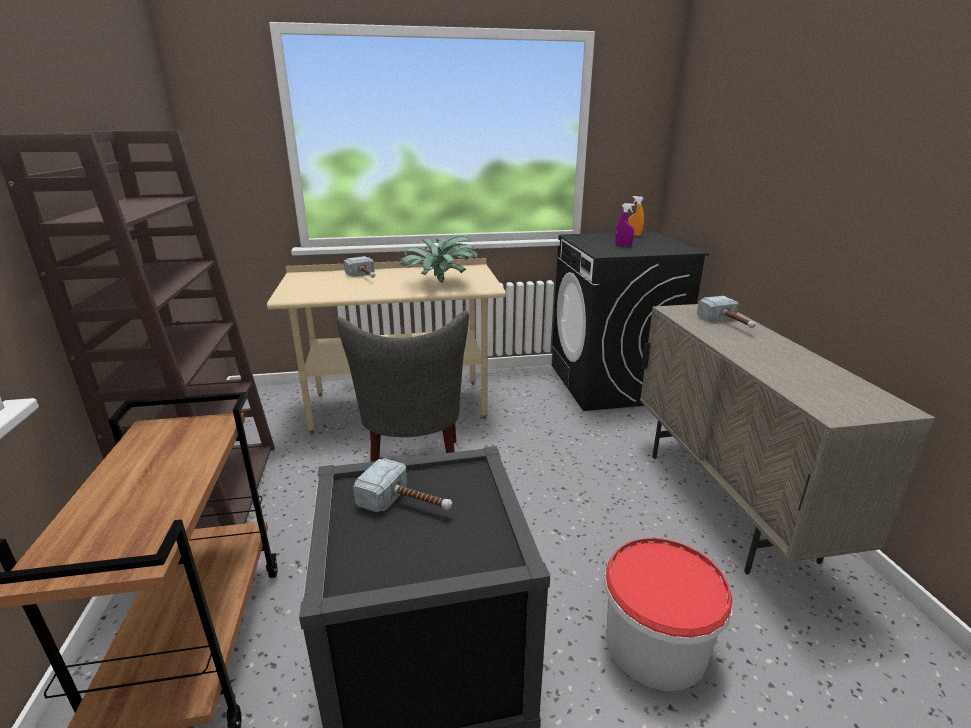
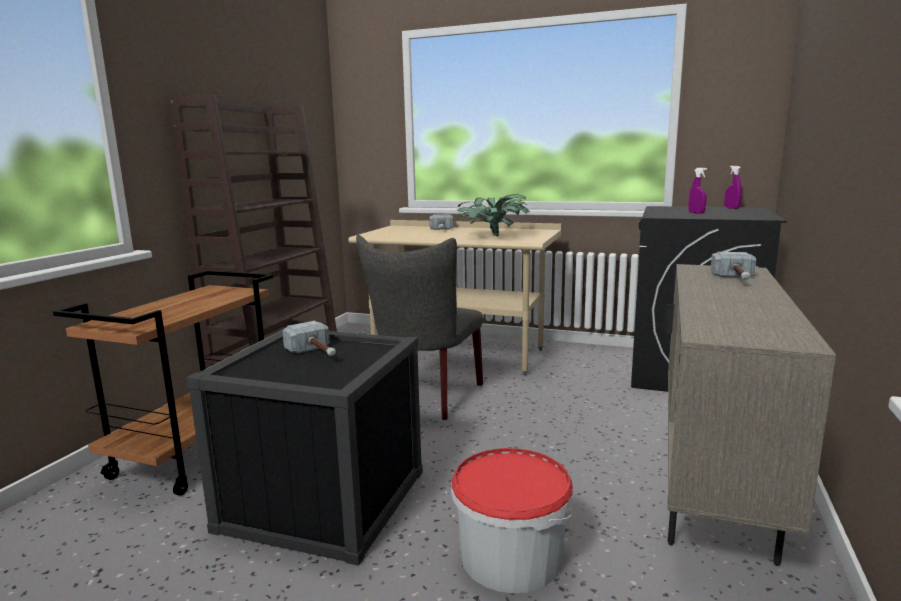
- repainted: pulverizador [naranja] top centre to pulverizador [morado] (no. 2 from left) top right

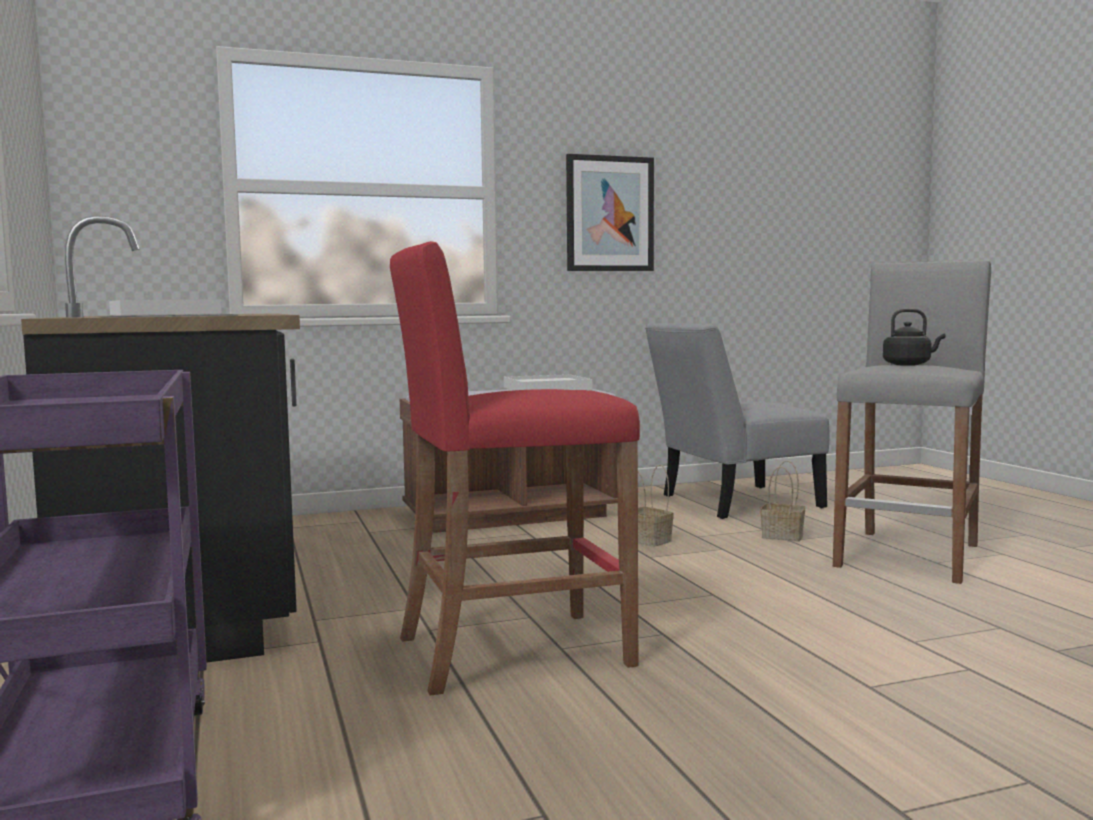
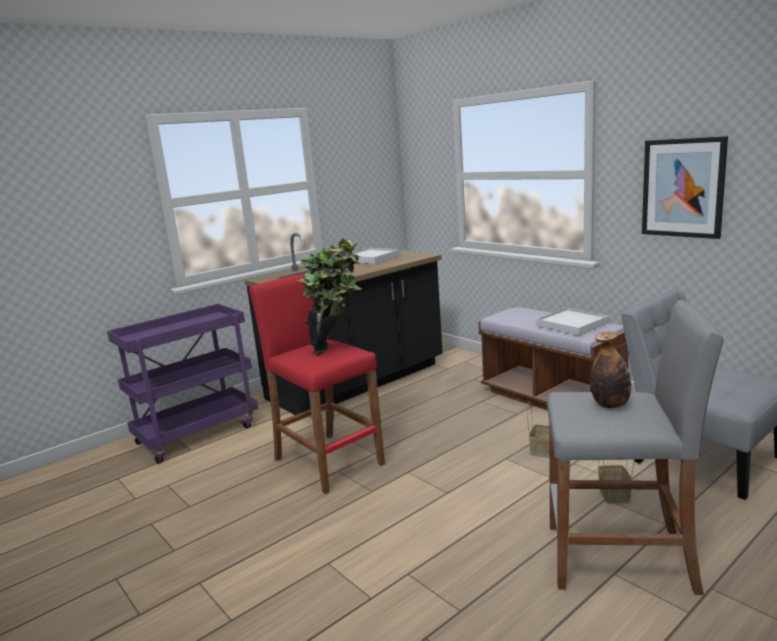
- swapped: hervidor [negro] middle right to botella middle right
- new: planta en maceta centre

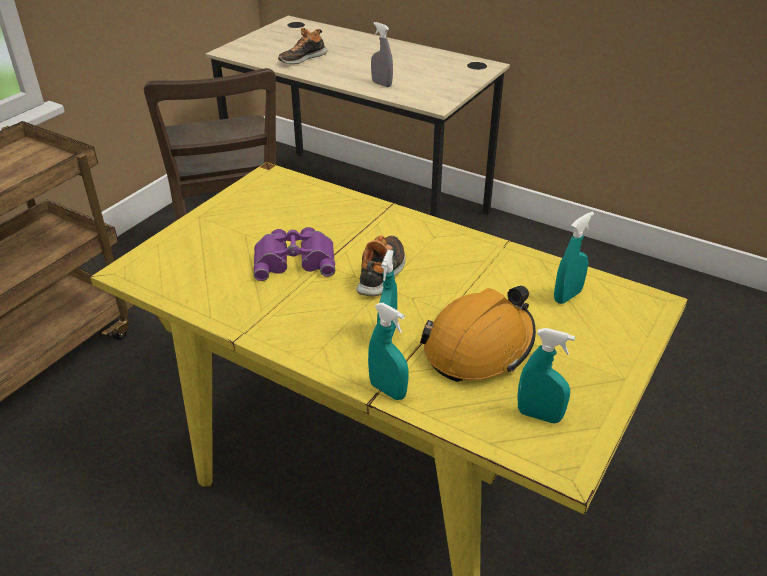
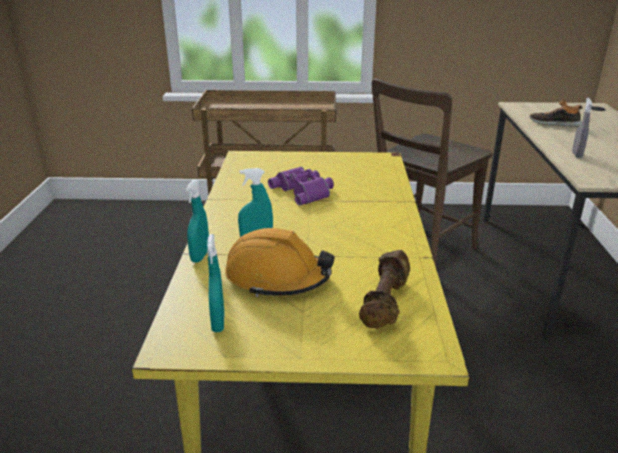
- swapped: pulverizador [turquesa] (no. 4 from left) middle right to mancuerna [marrón] centre
- gone: zapato (no. 2 from left) centre

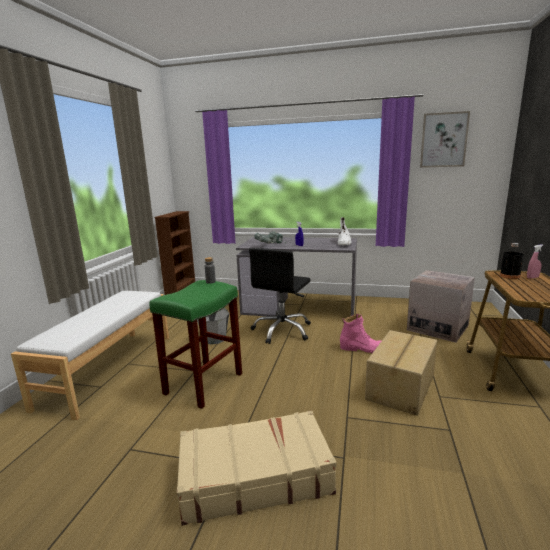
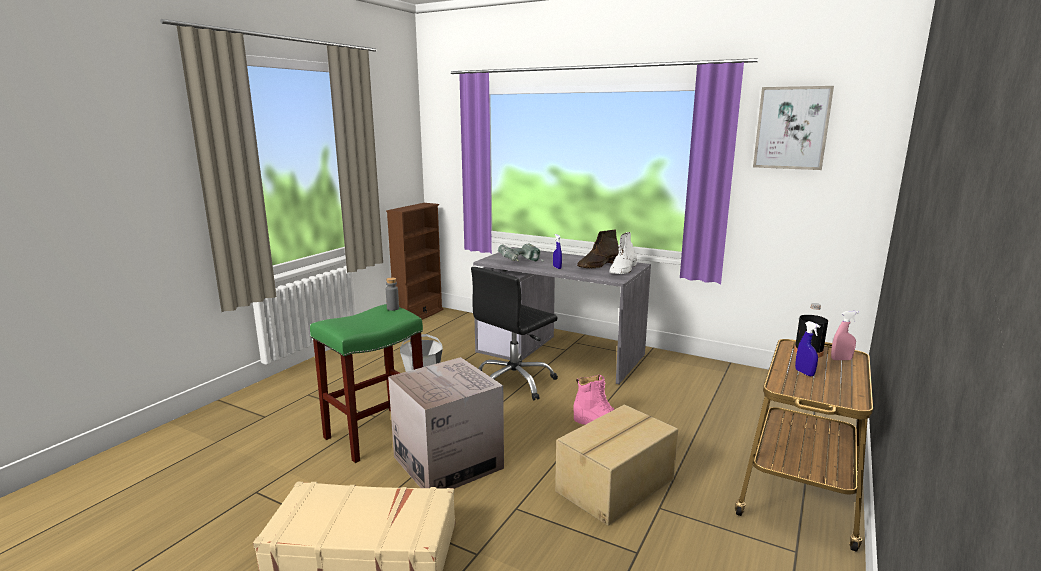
- shifted: caja de cartón (no. 2 from left in the first image) middle right to caja de cartón (no. 1 from left) bottom centre
- gone: banco [blanco] middle left
- new: bota [marrón] centre
- new: pulverizador [azul] (no. 2 from left) middle right

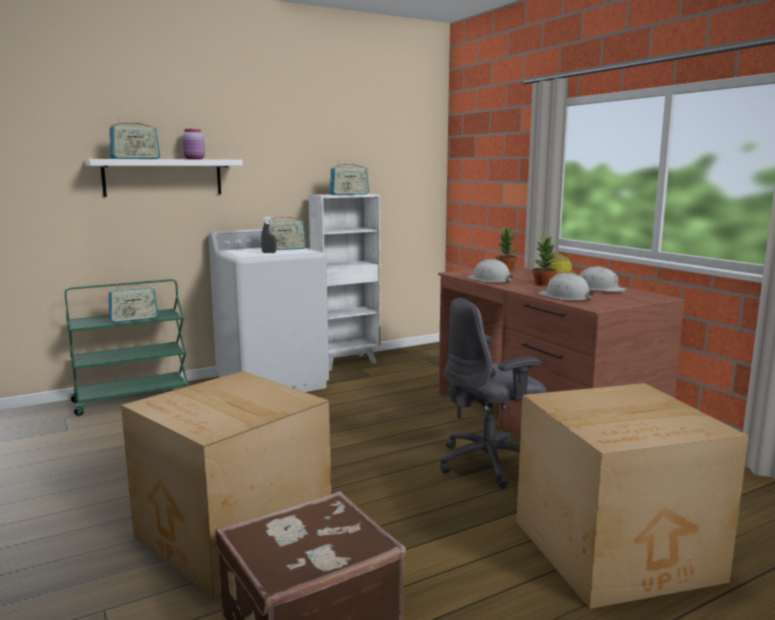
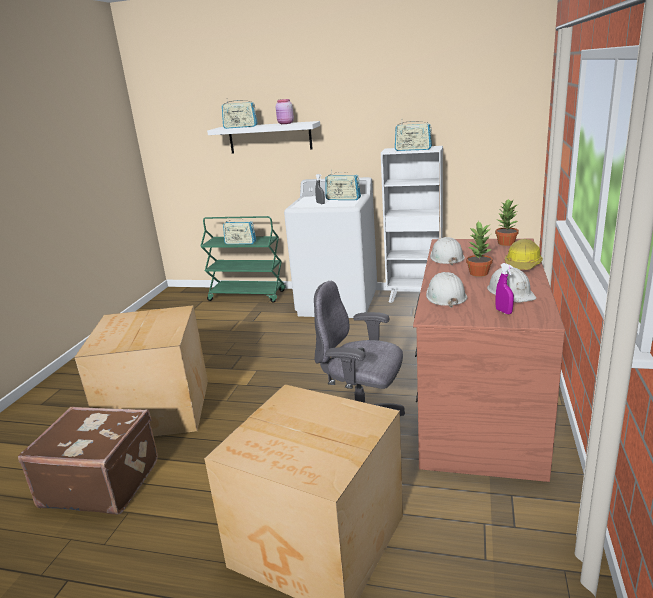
- new: pulverizador [morado] middle right

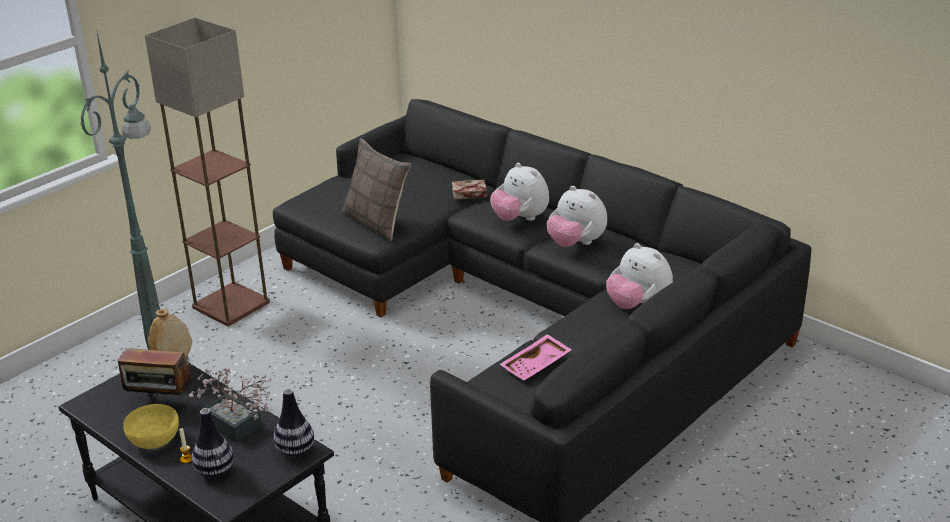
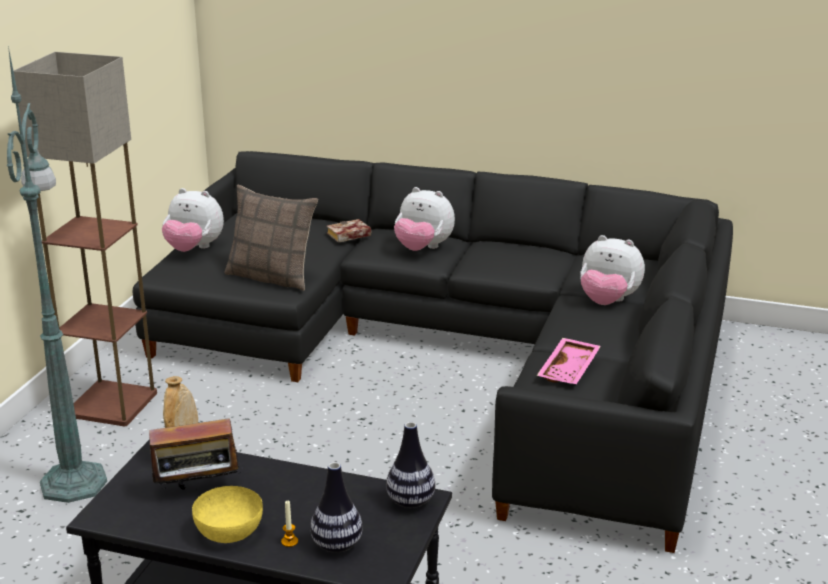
- shifted: peluche (no. 2 from left in the first image) centre to peluche (no. 1 from left) middle left
- gone: planta en maceta bottom left

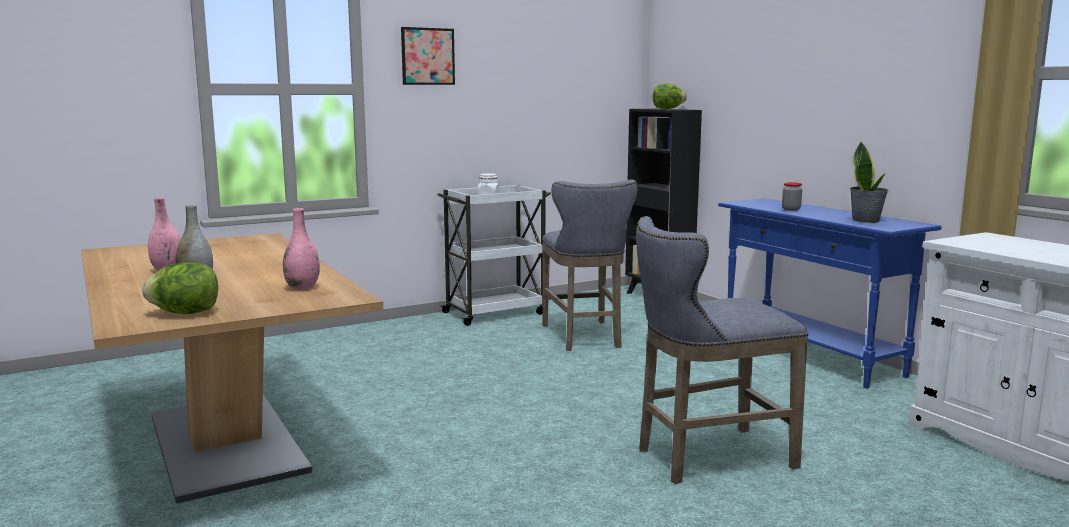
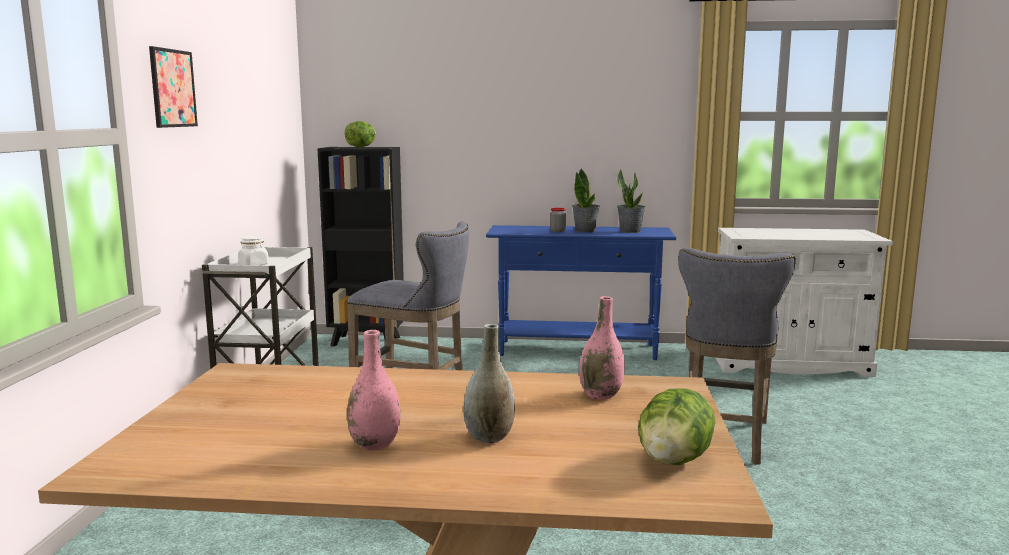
- new: planta en maceta (no. 1 from left) centre

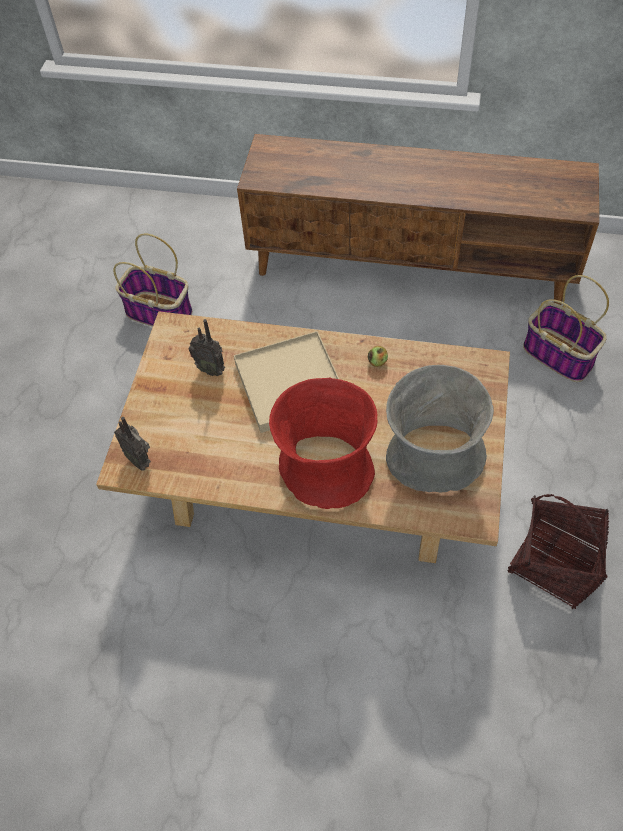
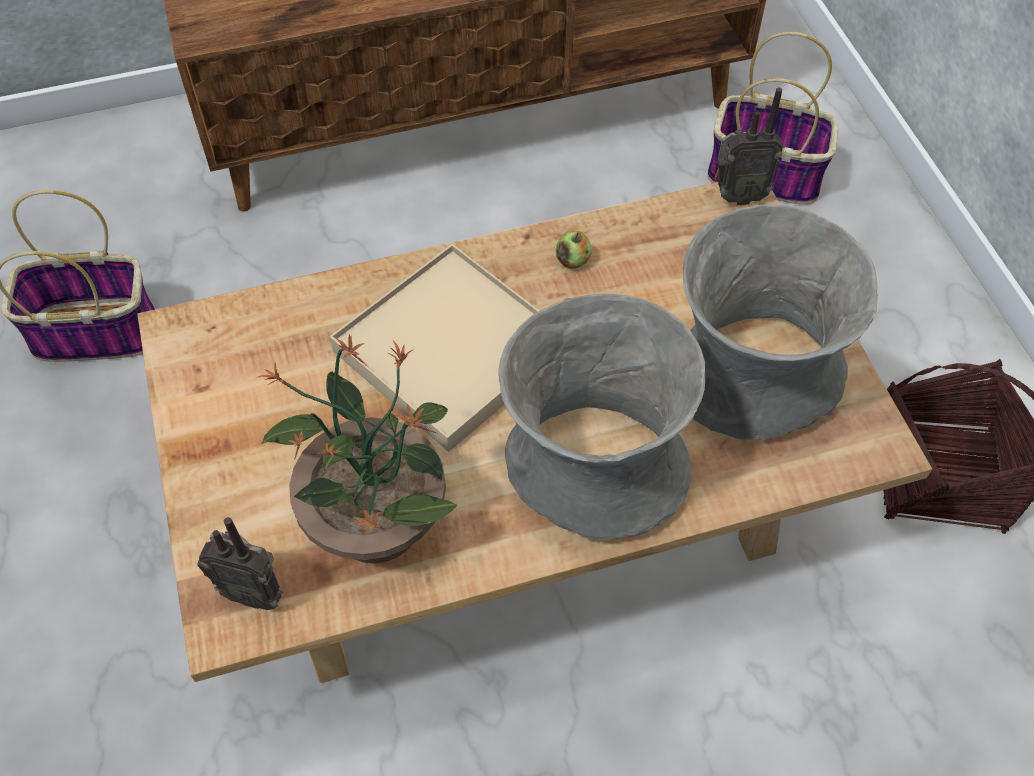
- shifted: radio (no. 2 from left) middle left to top right
- repainted: florero [rojo] centre to florero [gris] (no. 1 from left) centre
- new: planta en maceta centre

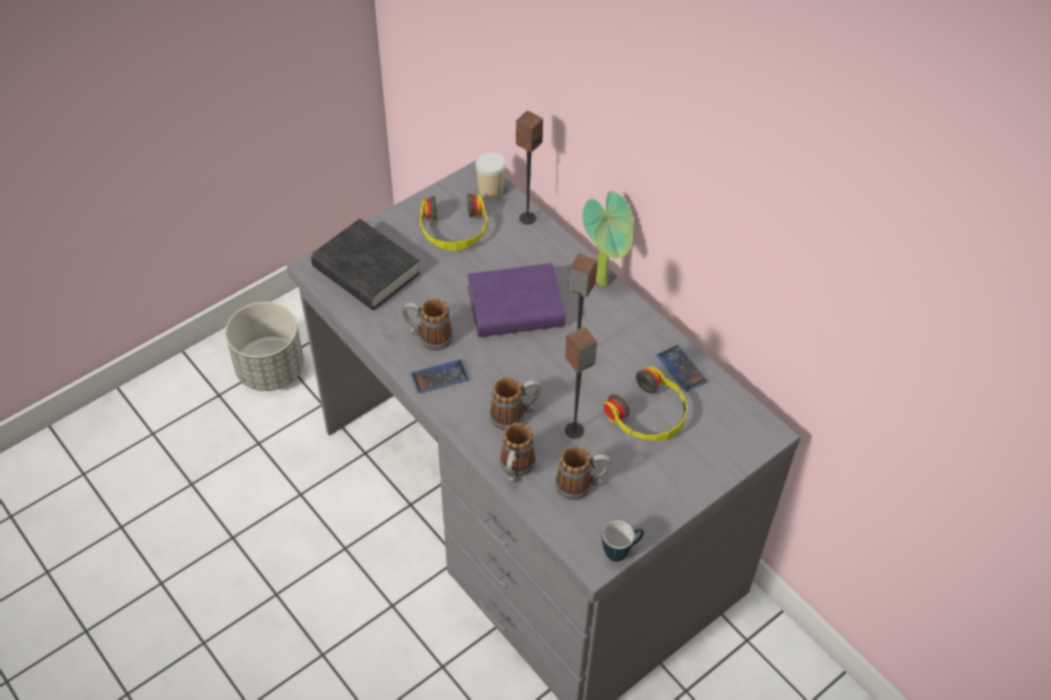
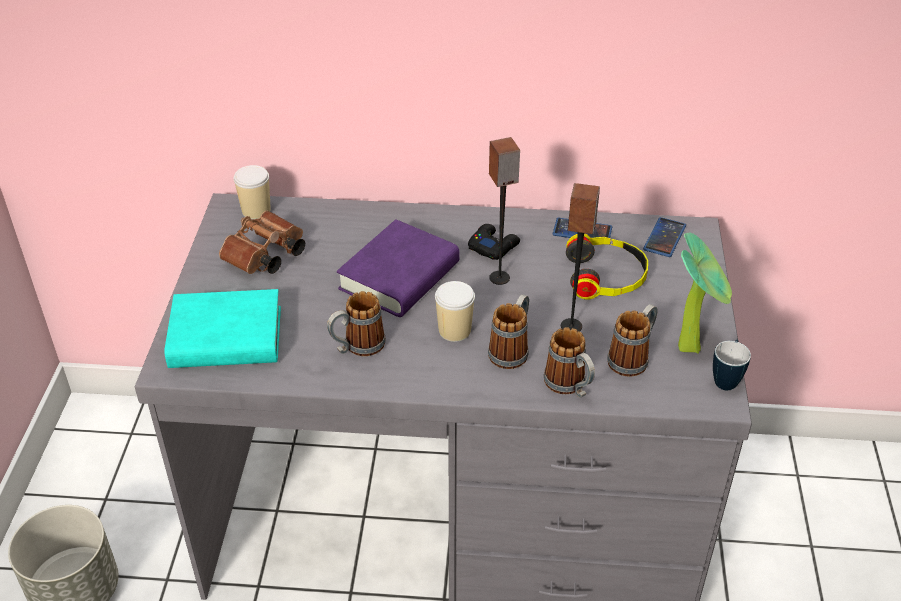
- gone: altavoz (no. 1 from left) top centre
- shifted: planta en maceta centre to middle right
- swapped: auriculares (no. 1 from left) top centre to prismáticos [marrón] middle left
- repainted: libro [negro] centre to libro [turquesa] middle left
- shifted: móvil (no. 1 from left in the first image) centre to móvil (no. 2 from left) middle right
- new: mando de consola [negro] centre
- new: taza (no. 2 from left) centre

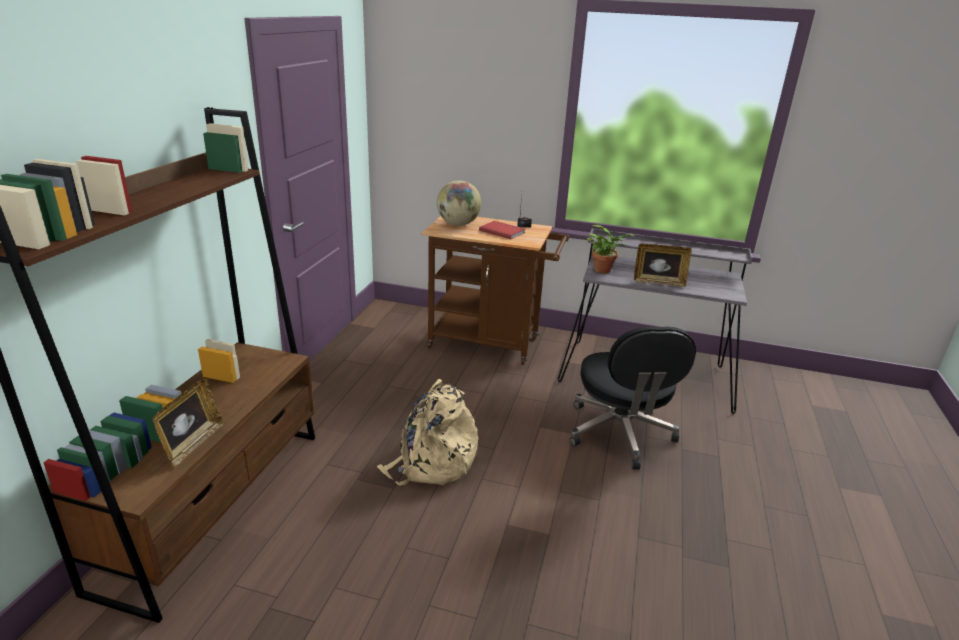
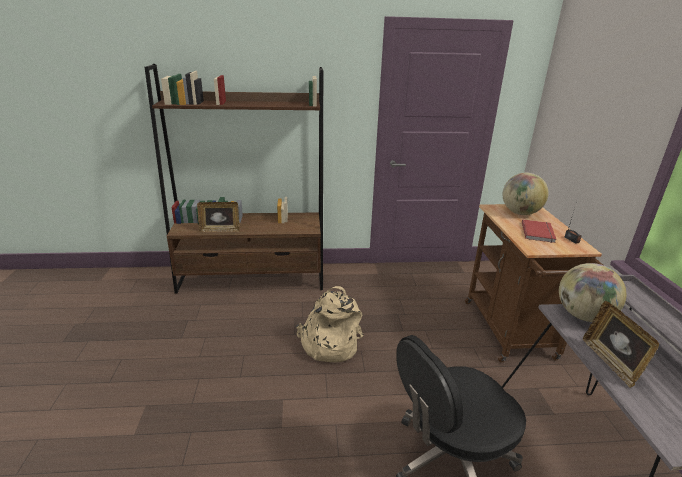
- swapped: planta en maceta centre to globo terráqueo (no. 2 from left) middle right

